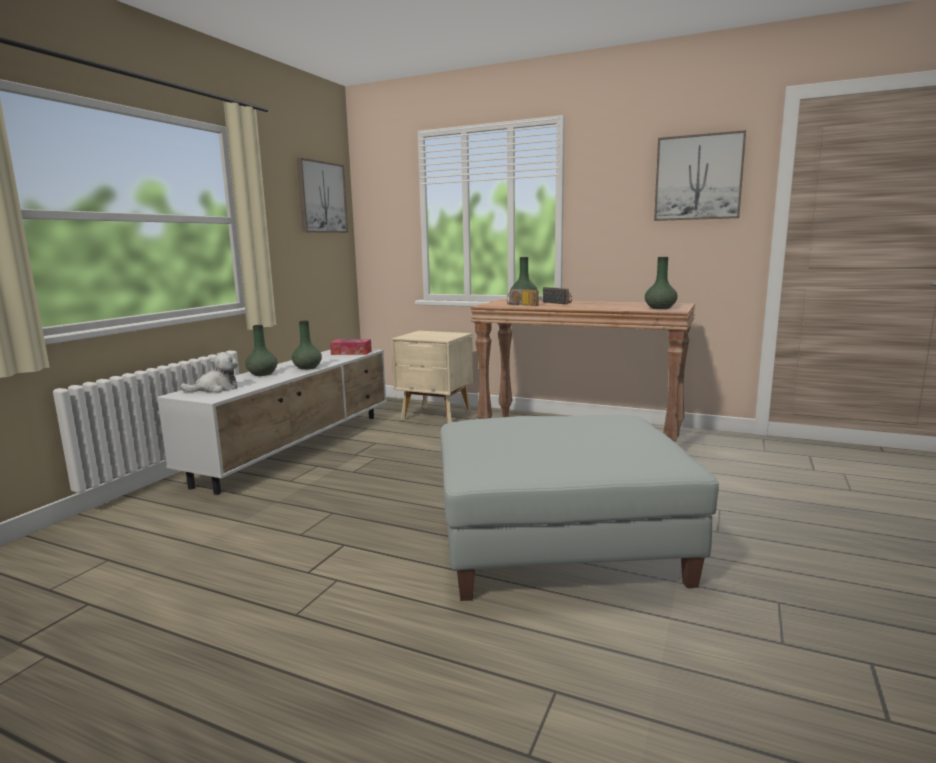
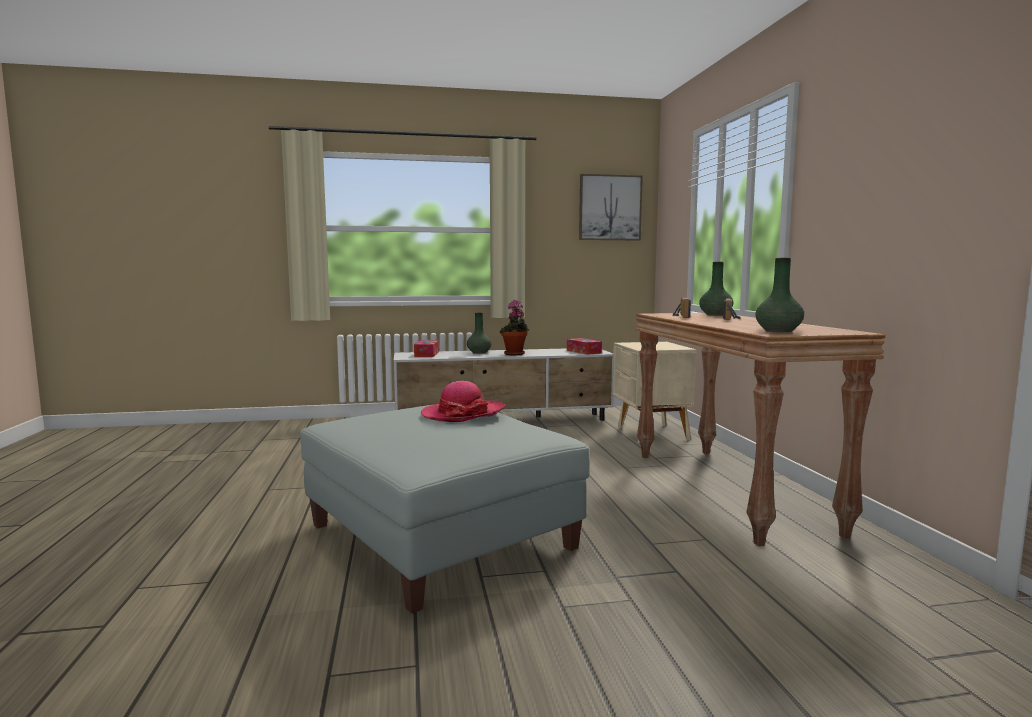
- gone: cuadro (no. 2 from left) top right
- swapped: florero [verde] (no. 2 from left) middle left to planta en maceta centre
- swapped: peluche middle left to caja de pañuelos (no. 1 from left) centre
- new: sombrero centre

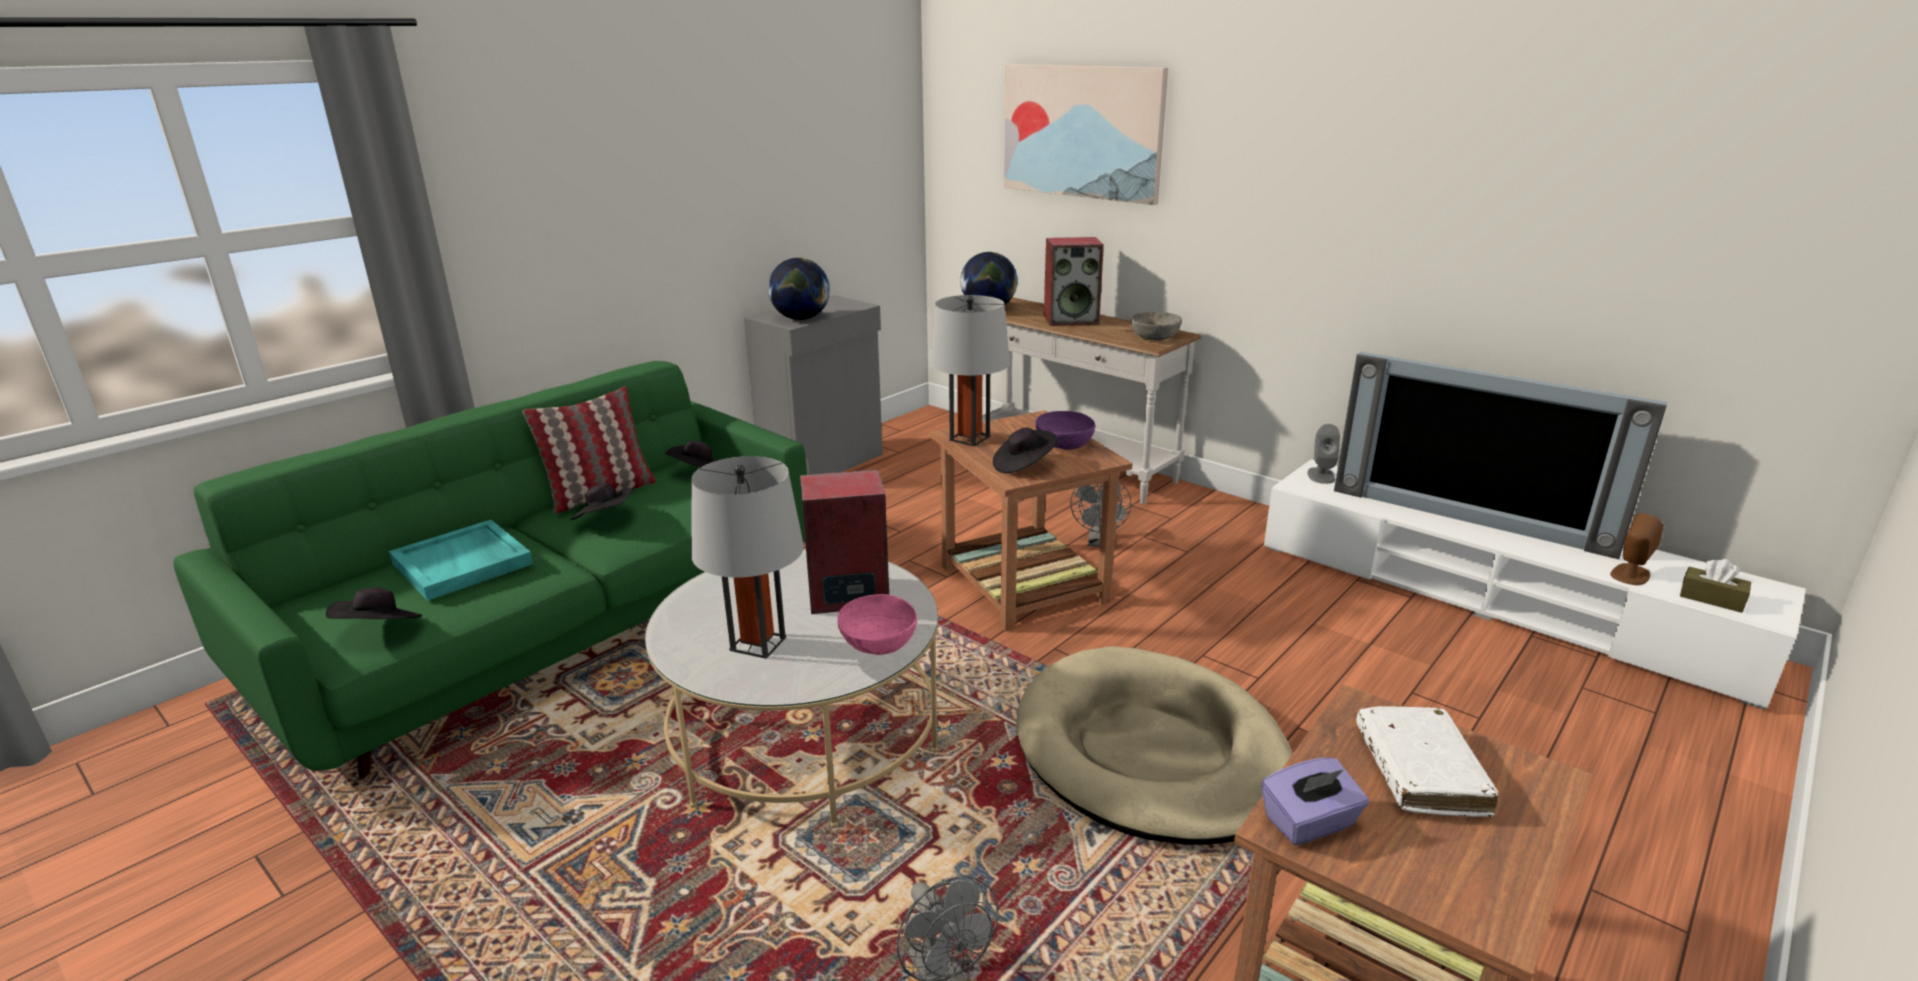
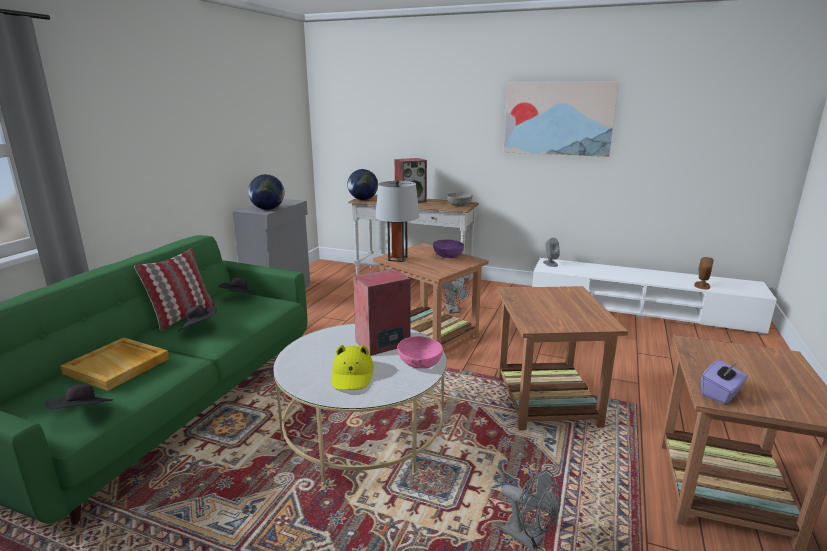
- shifted: cuadro top centre to top right
- gone: televisor middle right
- gone: sombrero [negro] (no. 4 from left) centre
- swapped: lámpara de mesa [gris] (no. 1 from left) centre to sombrero [amarillo] centre
- repainted: bandeja [turquesa] middle left to bandeja [beis] middle left
- gone: caja de pañuelos [marrón] middle right
- swapped: cama para perro [beis] bottom centre to mesa auxiliar [marrón] (no. 2 from left) middle right
- gone: libro [blanco] bottom right

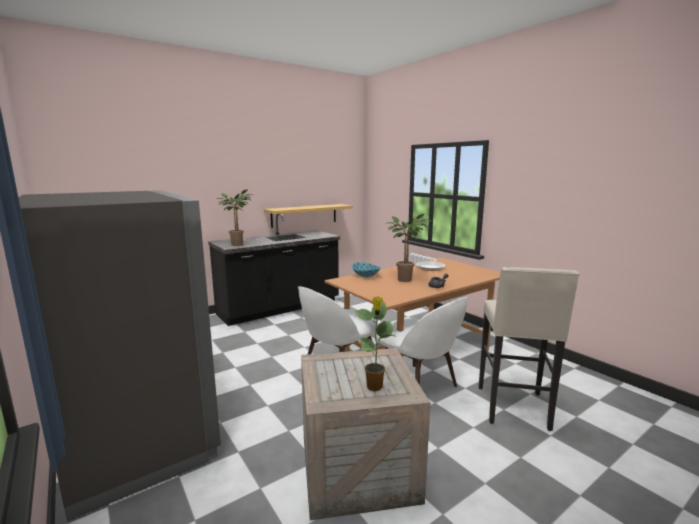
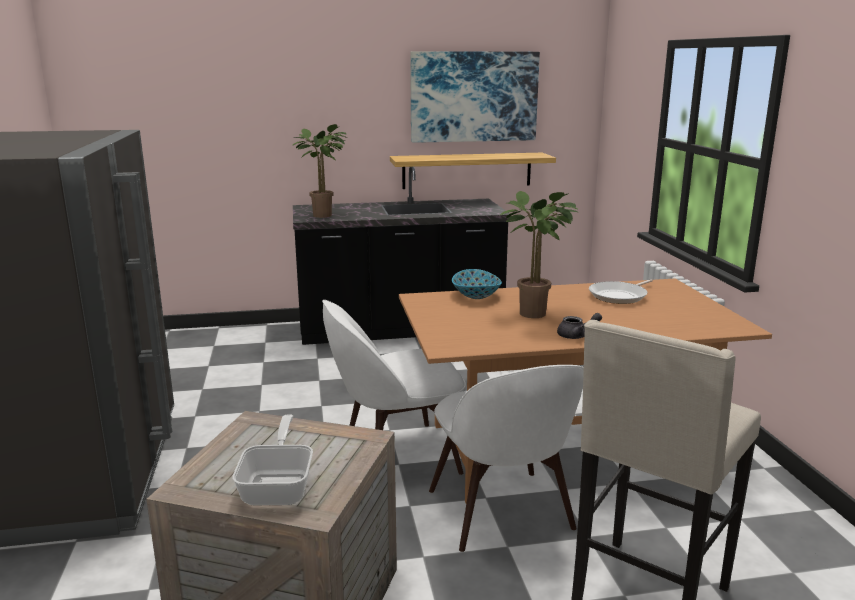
- swapped: planta en maceta (no. 2 from left) centre to sartén (no. 1 from left) bottom left
- new: cuadro top centre

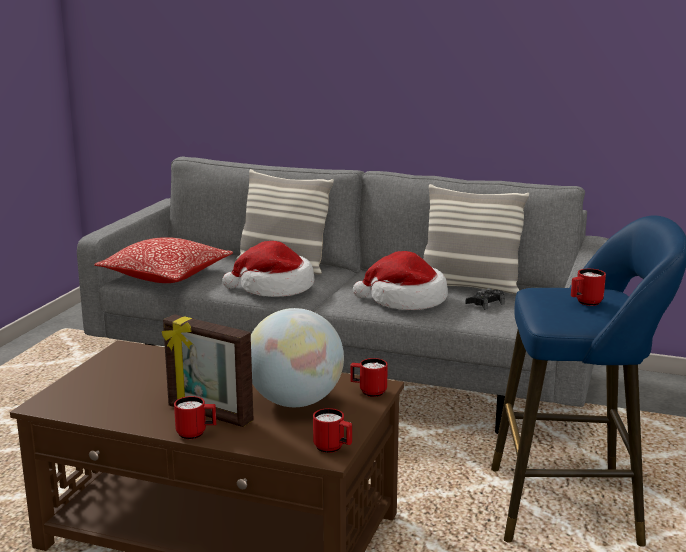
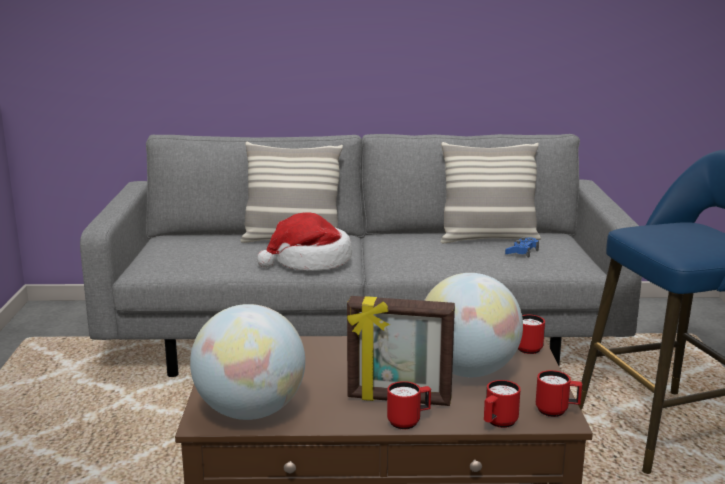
- gone: cojín (no. 1 from left) middle left
- gone: sombrero (no. 2 from left) centre
- shifted: taza grande [rojo] (no. 4 from left in the first image) middle right to taza grande [rojo] (no. 2 from left) bottom right
- repainted: mando de consola [negro] middle right to mando de consola [azul] middle right
- new: globo terráqueo (no. 1 from left) bottom centre

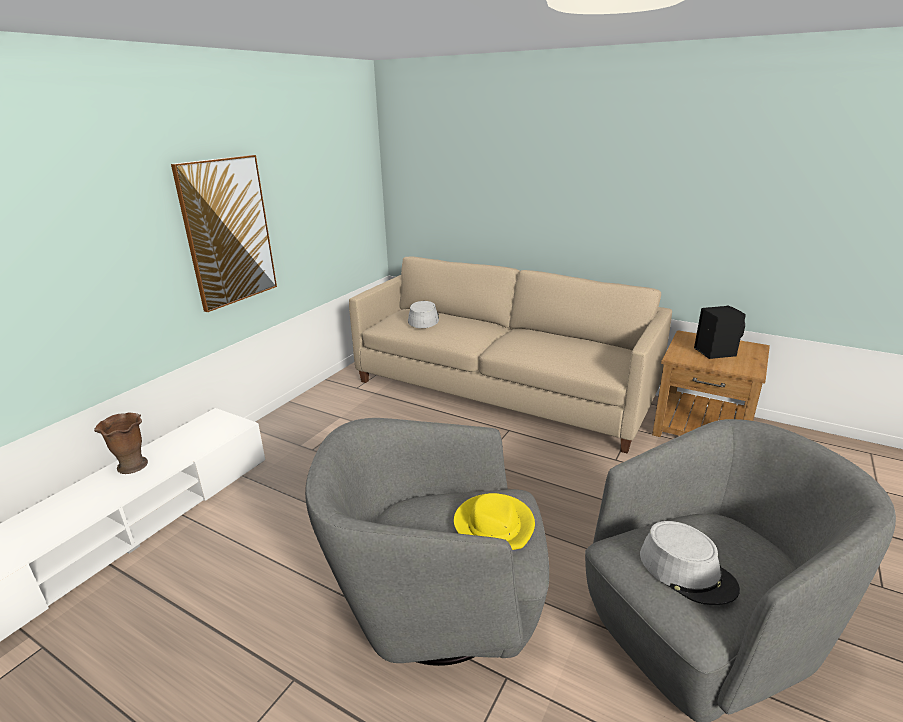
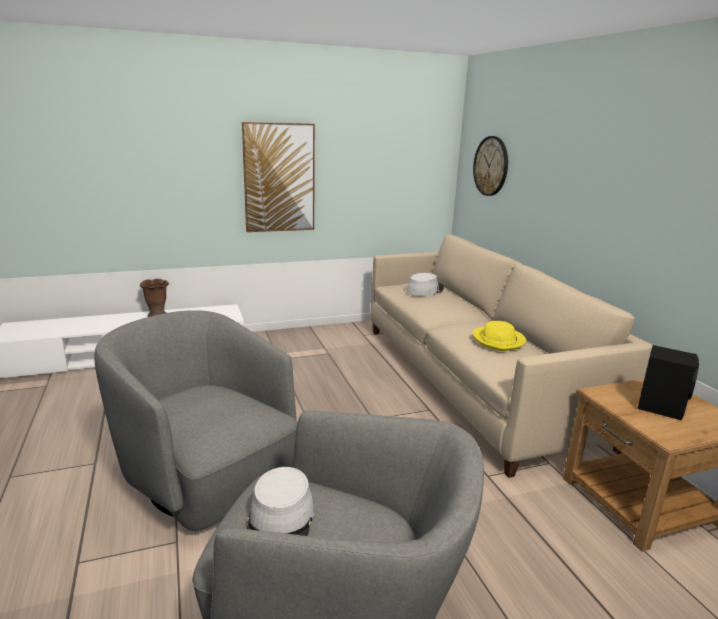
- shifted: sombrero [amarillo] bottom centre to middle right
- new: reloj de pared top right

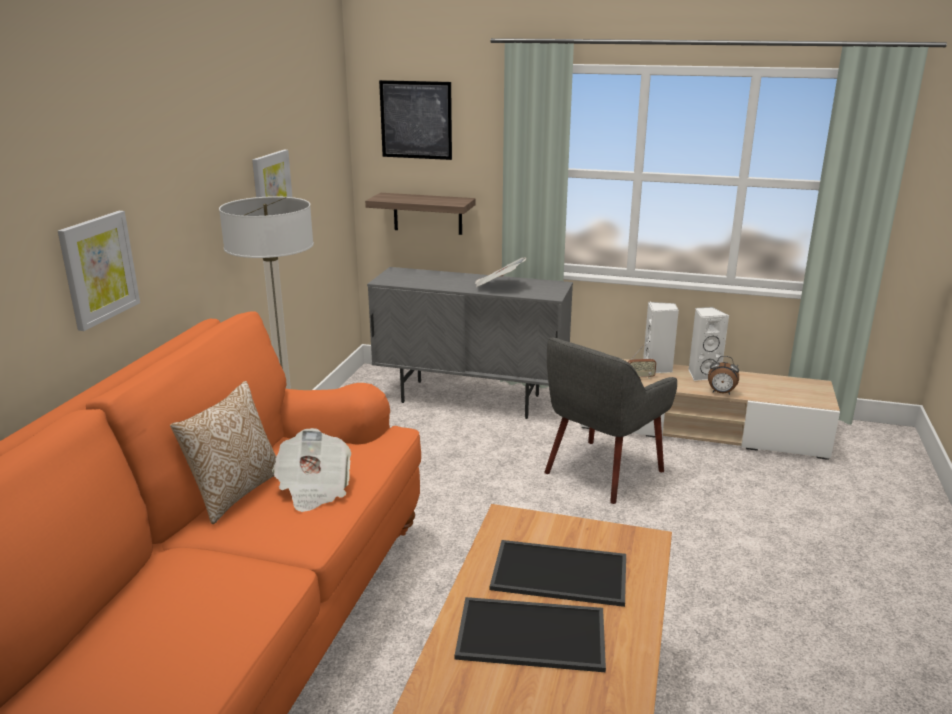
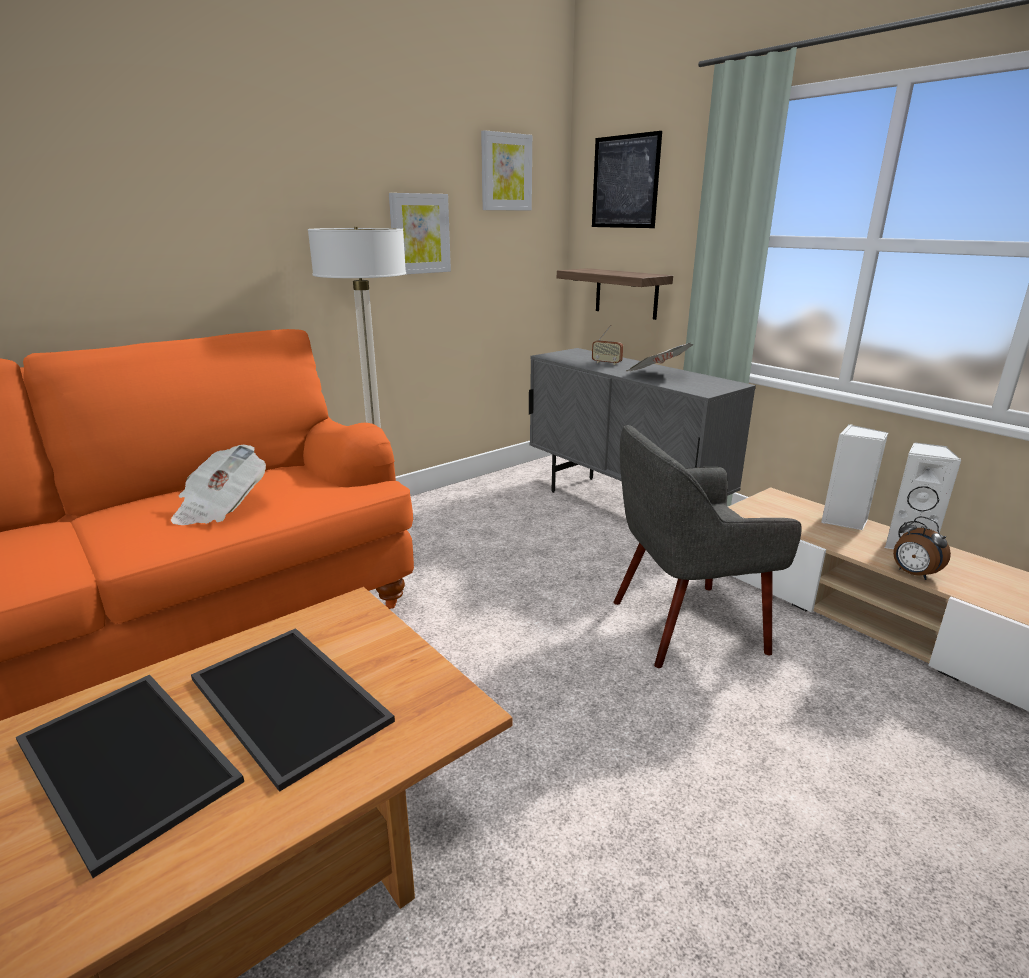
- shifted: cuadro (no. 1 from left in the first image) middle left to cuadro (no. 2 from left) top centre
- shifted: radio middle right to centre
- gone: cojín middle left

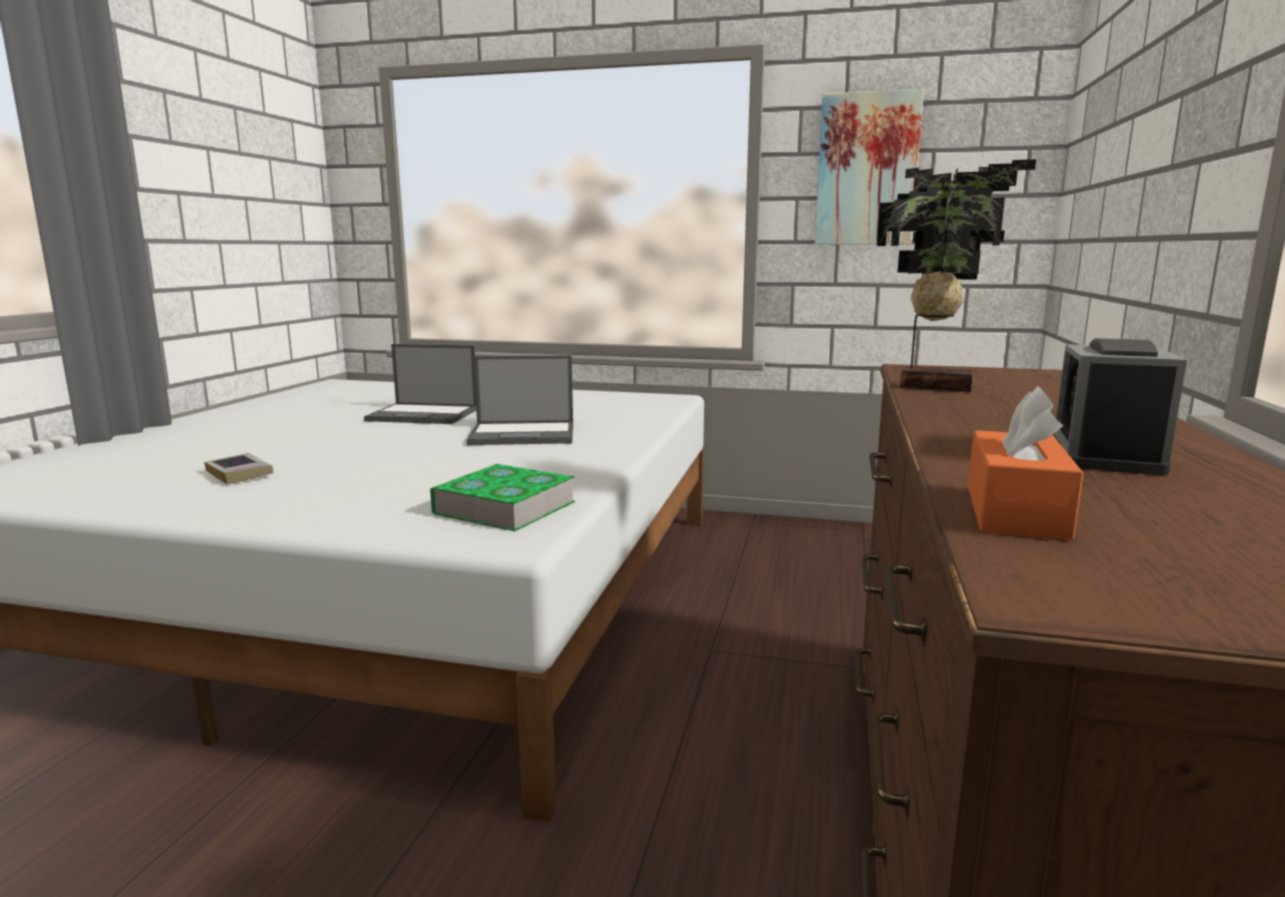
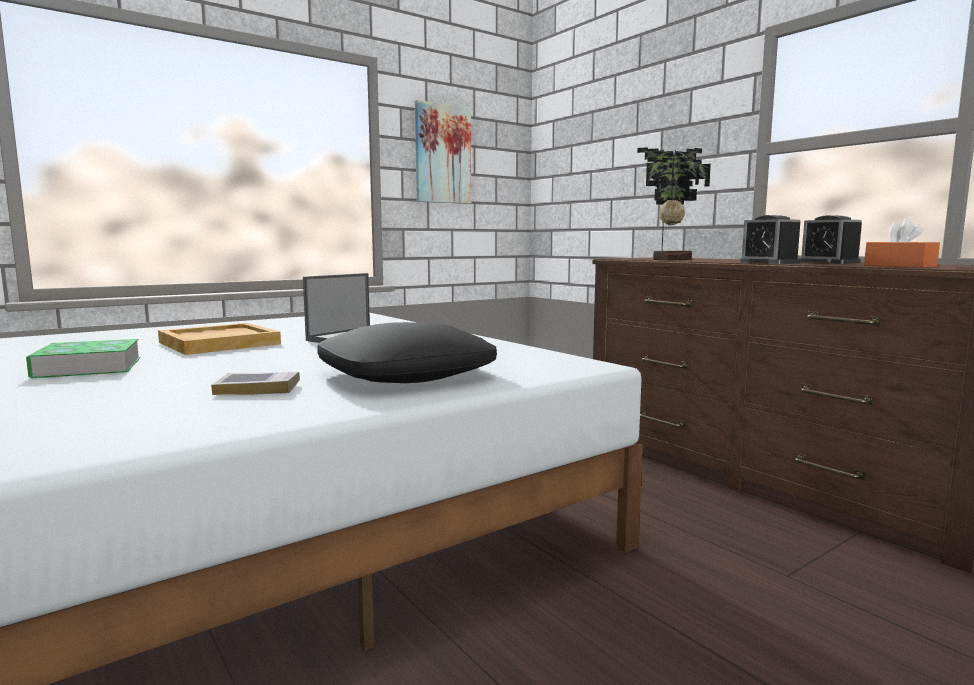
- swapped: portátil (no. 1 from left) middle left to bandeja [beis] middle left
- shifted: libro (no. 2 from left in the first image) centre to libro (no. 1 from left) middle left
- new: despertador (no. 1 from left) middle right
- new: cojín [negro] centre

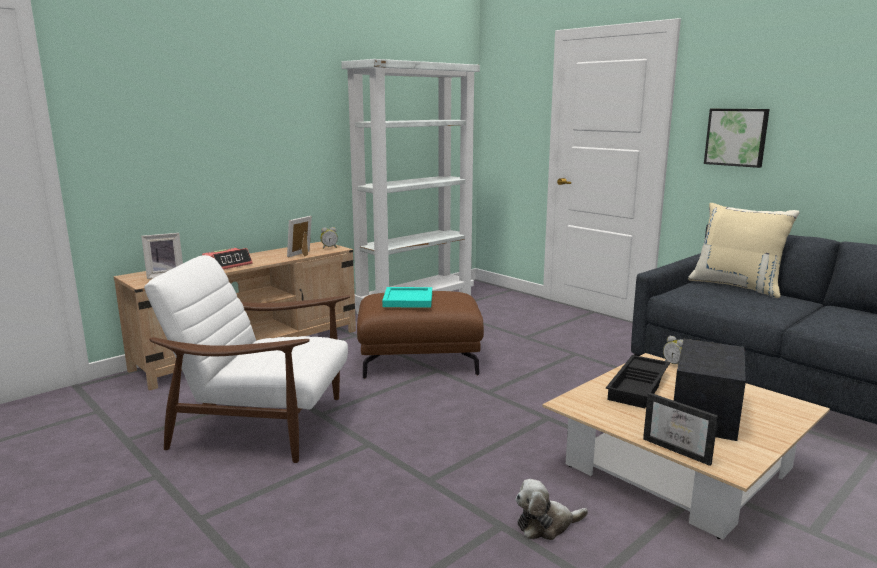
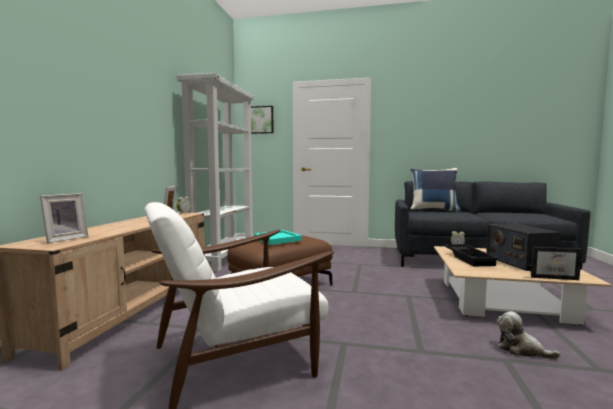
- shifted: cuadro top right to top centre
- repainted: cojín [beis] middle right to cojín [azul] middle right
- gone: despertador (no. 1 from left) middle left
- rotated: peluche bottom centre = bottom right 90 degrees clockwise

